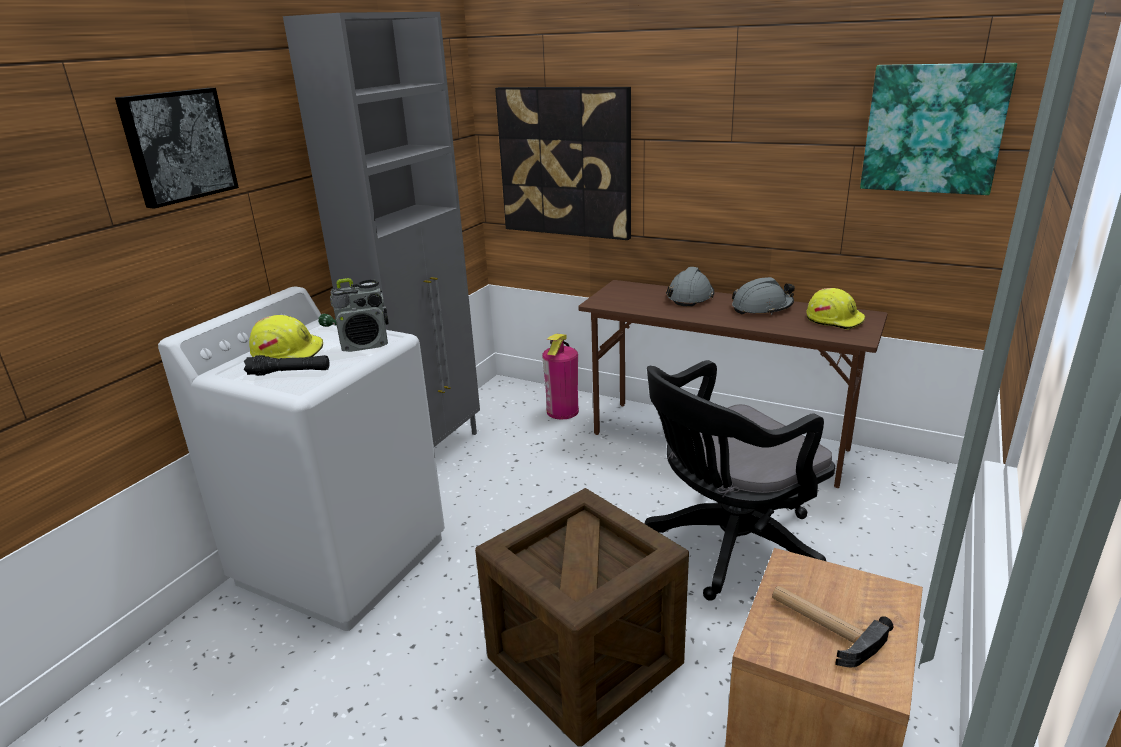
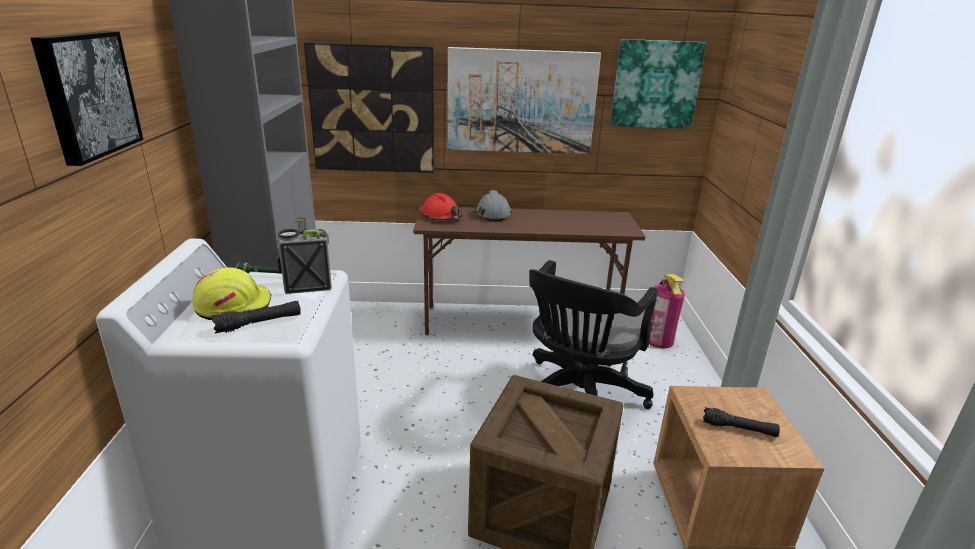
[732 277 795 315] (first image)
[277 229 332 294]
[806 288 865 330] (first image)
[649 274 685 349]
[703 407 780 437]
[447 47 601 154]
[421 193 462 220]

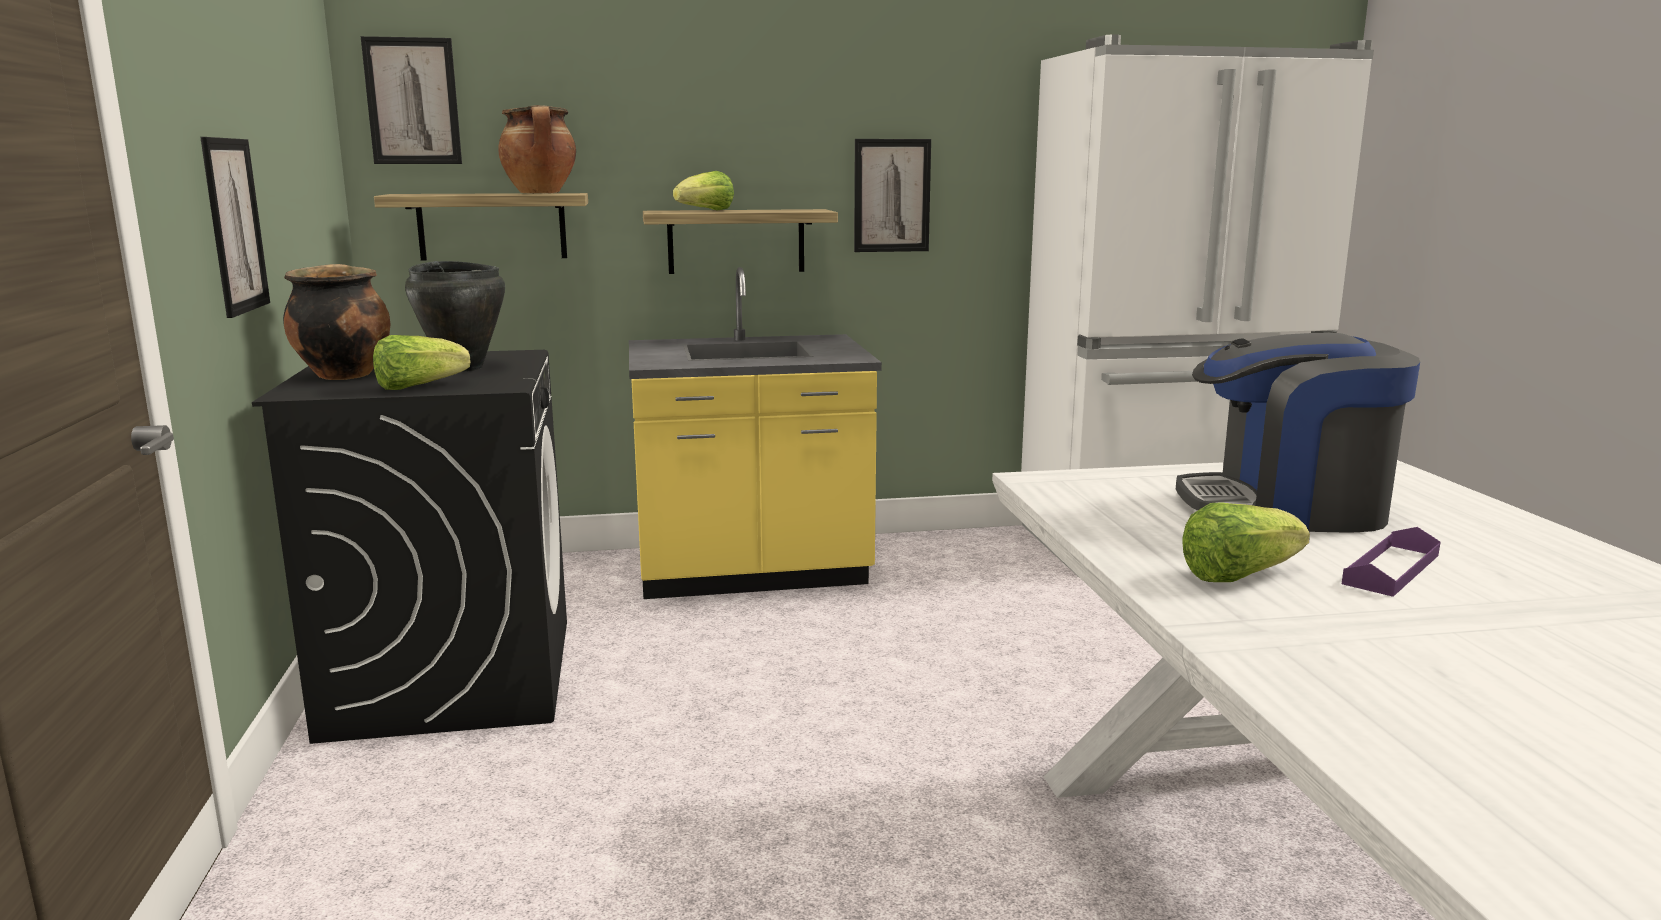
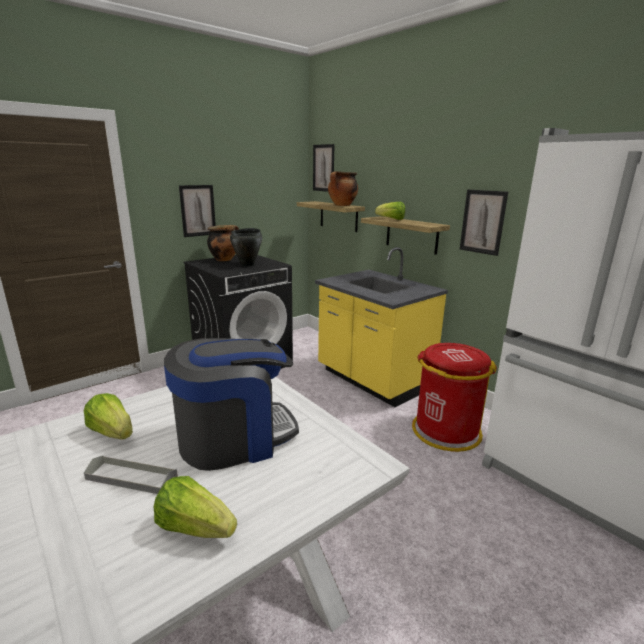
[164 338 299 471]
[154 476 237 538]
[84 456 178 494]
[412 343 497 452]

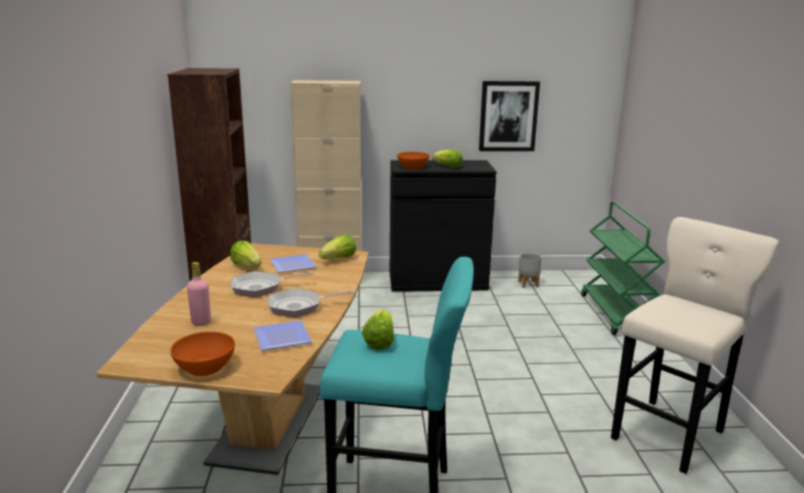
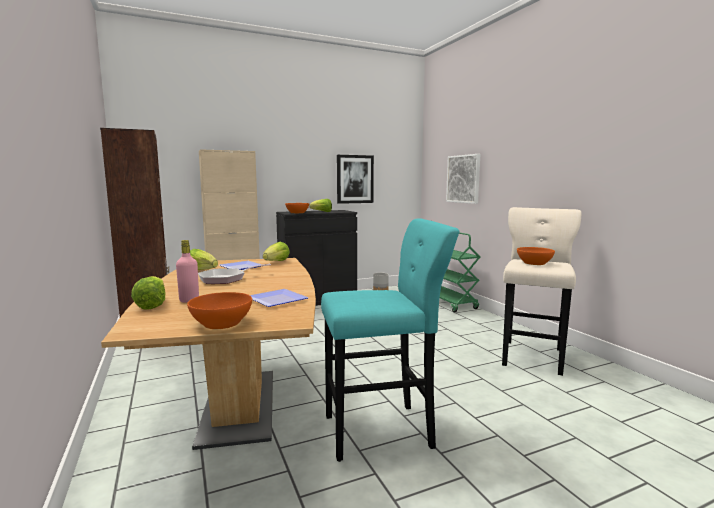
[268 288 356 317] (first image)
[131 276 165 310]
[446 154 480 204]
[517 247 555 265]

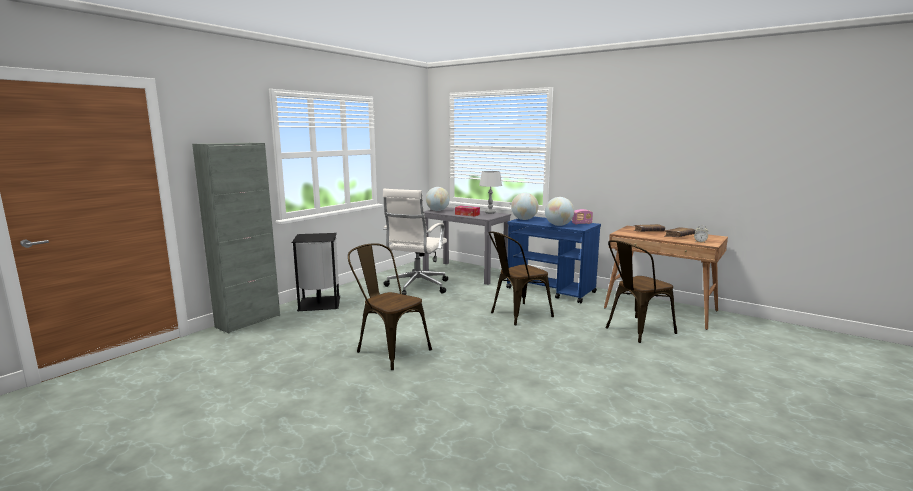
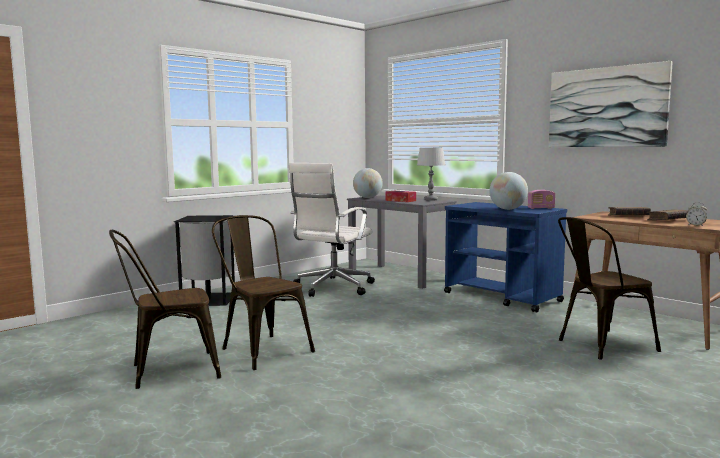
[192 143 280 333] (first image)
[511 193 538 220] (first image)
[109 230 221 389]
[549 61 673 147]

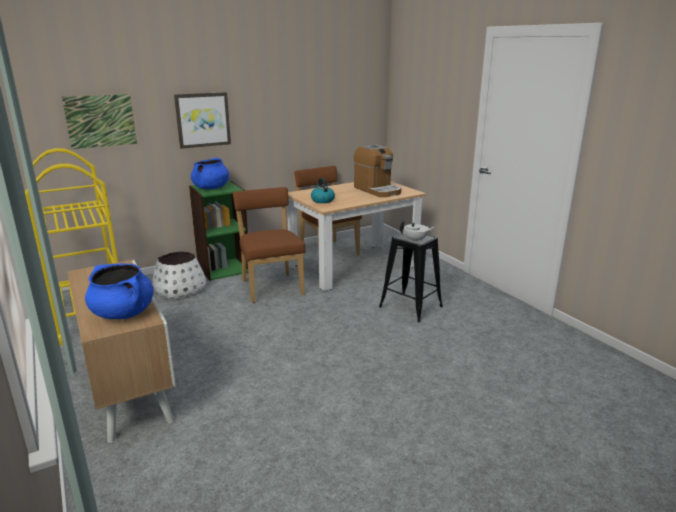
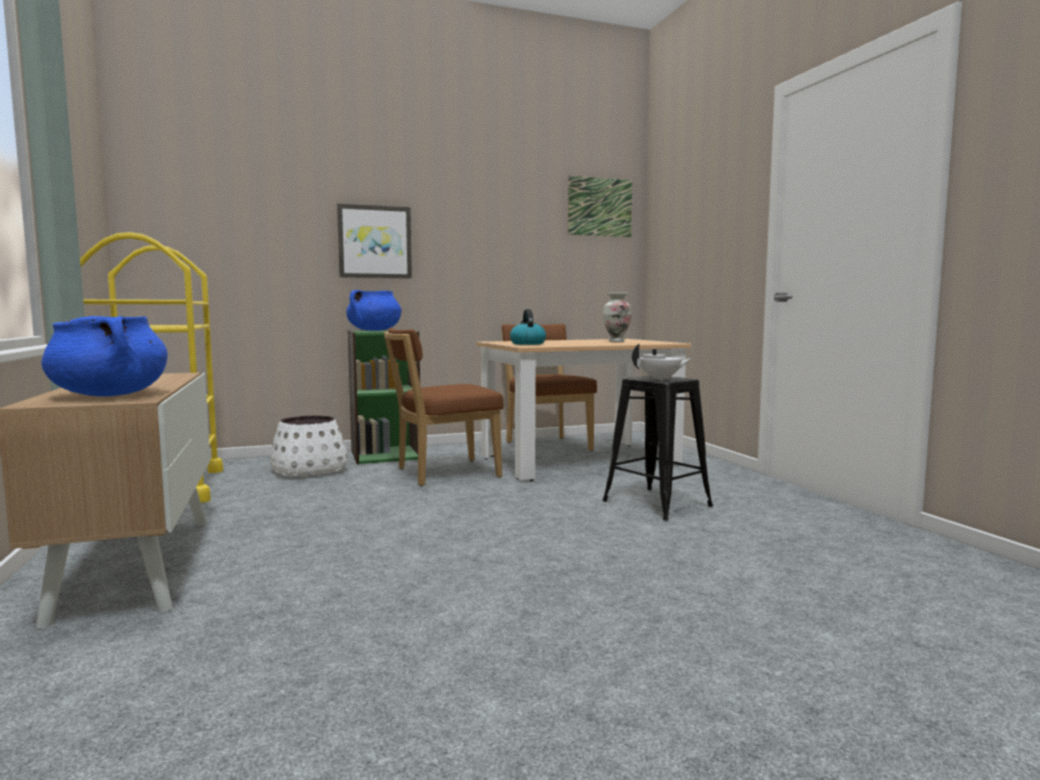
[568 176 632 237]
[603 292 632 342]
[384 327 504 486]

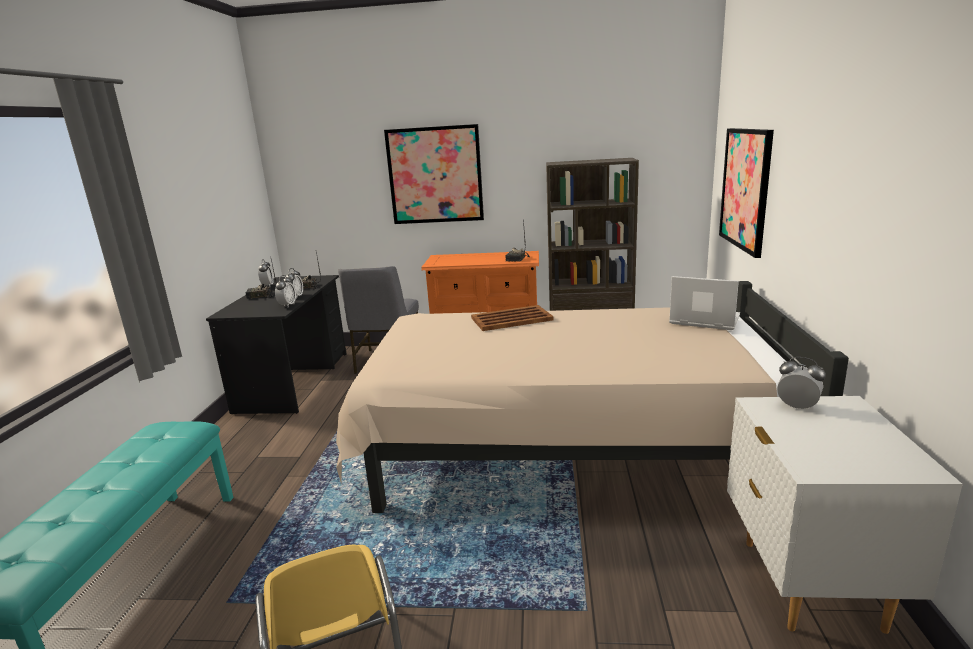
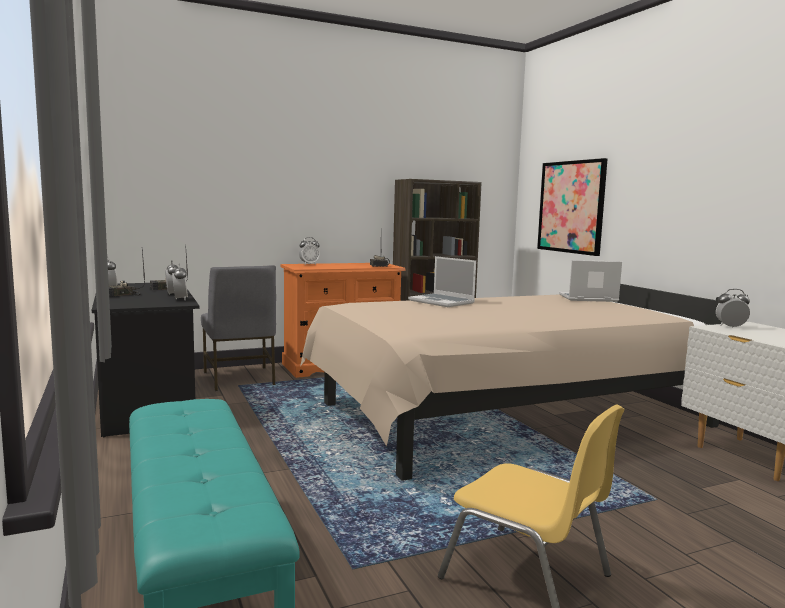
[384 124 484 224] (first image)
[408 256 476 307]
[299 237 320 264]

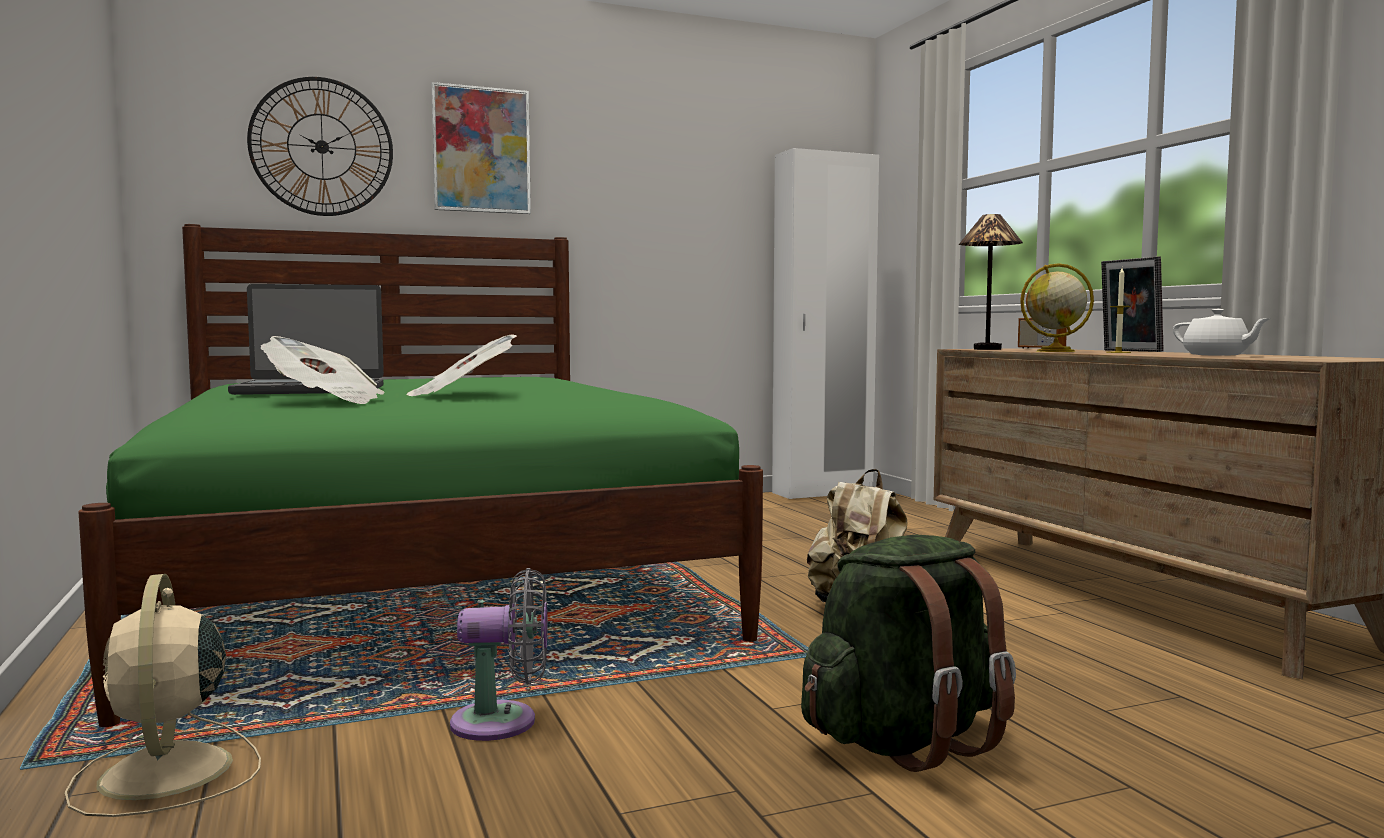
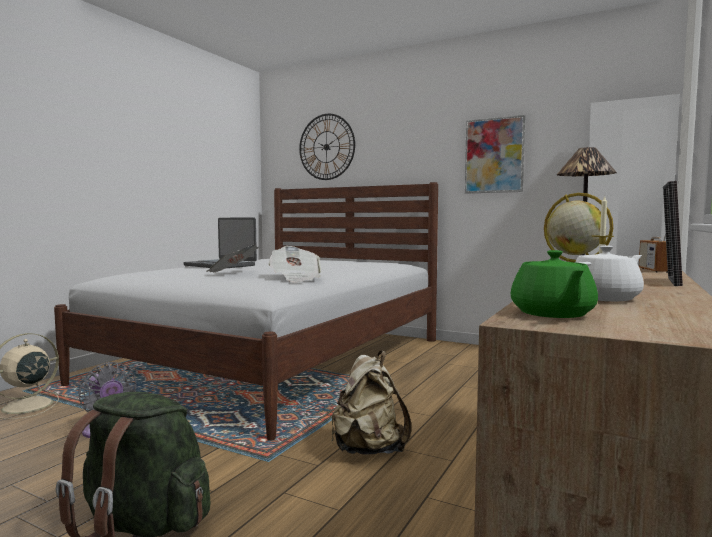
[465 115 525 194]
[54 182 438 440]
[575 245 644 301]
[268 246 321 282]
[511 250 598 318]

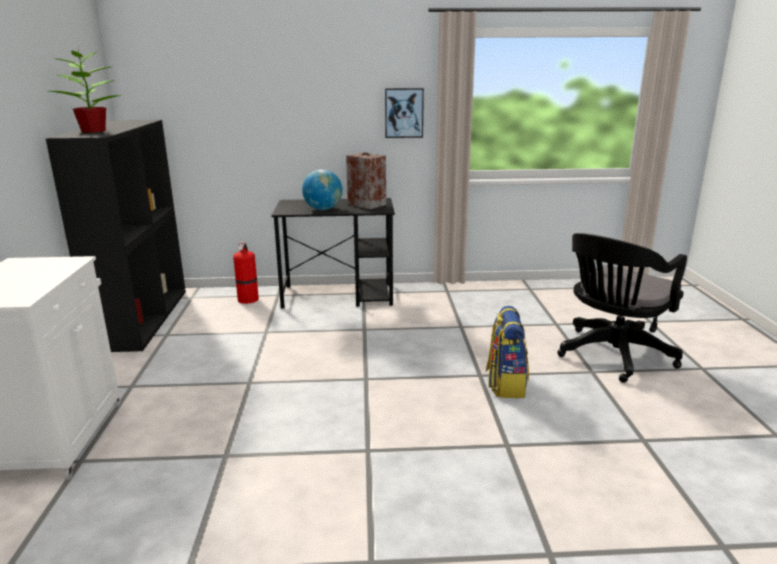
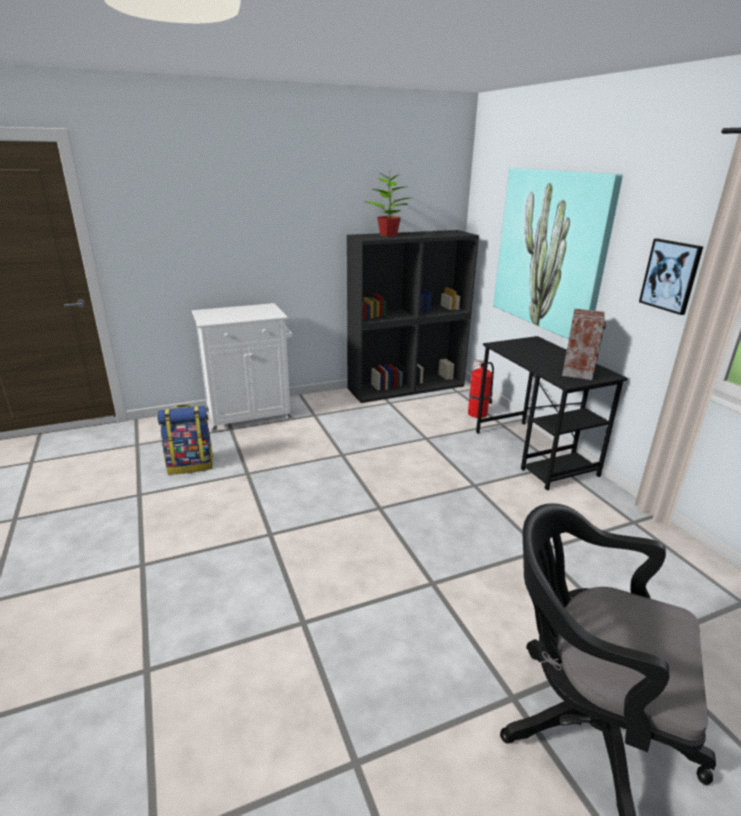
[302 169 343 210] (first image)
[157 405 213 475]
[493 168 623 339]

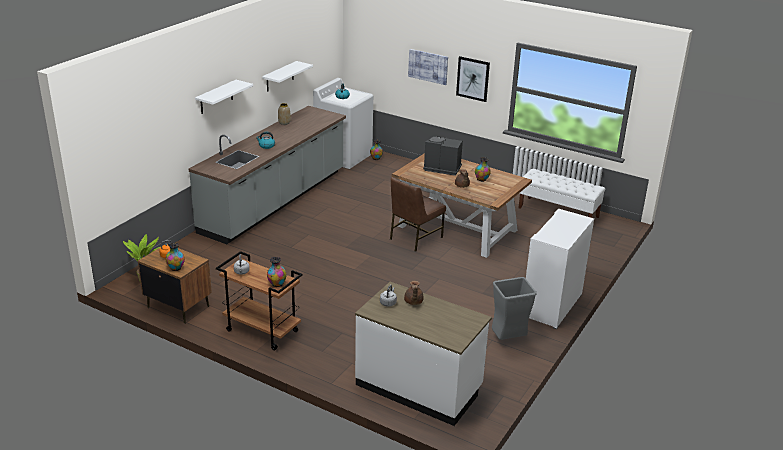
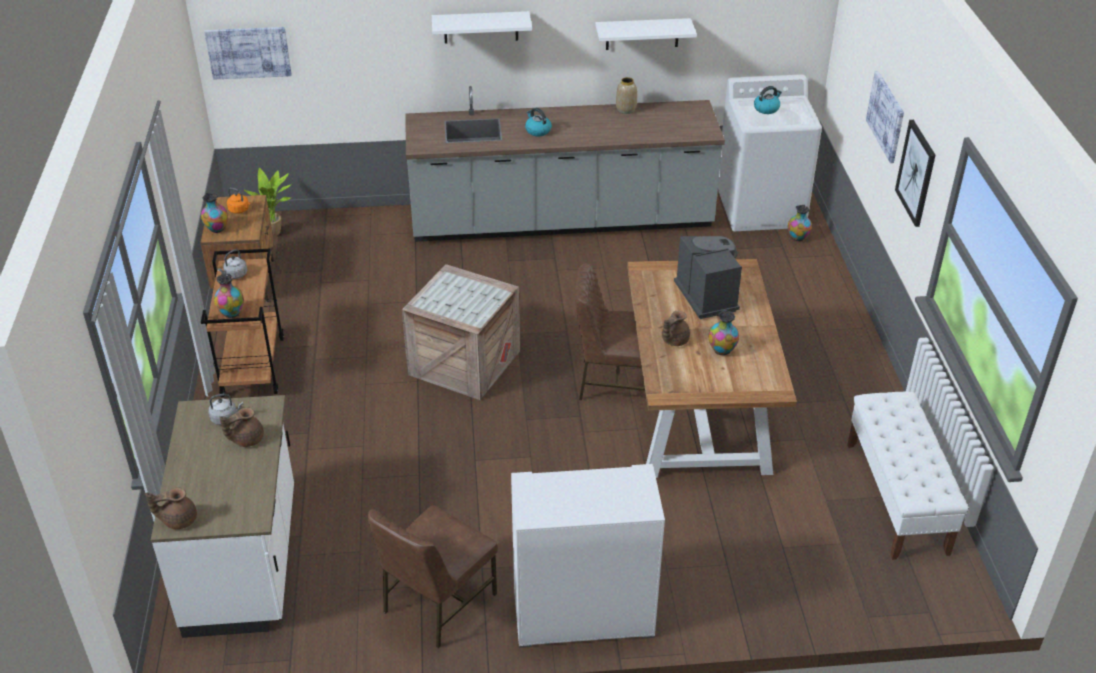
[368 505 498 648]
[204 27 292 79]
[402 264 520 400]
[145 487 197 529]

